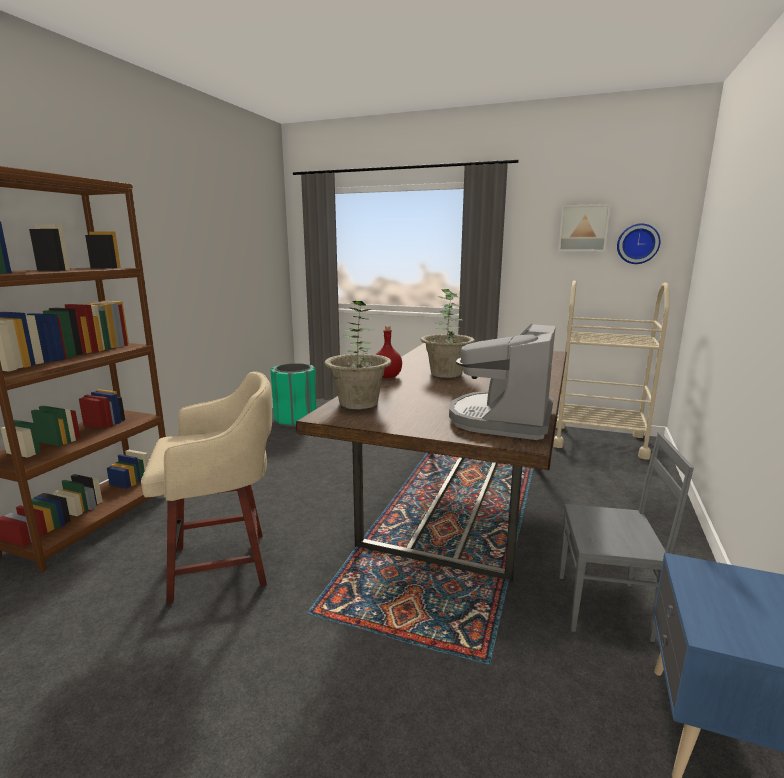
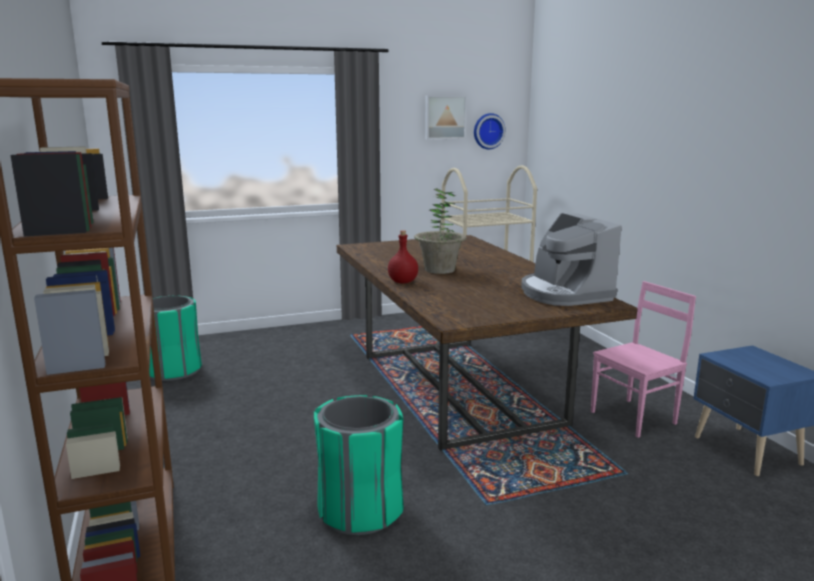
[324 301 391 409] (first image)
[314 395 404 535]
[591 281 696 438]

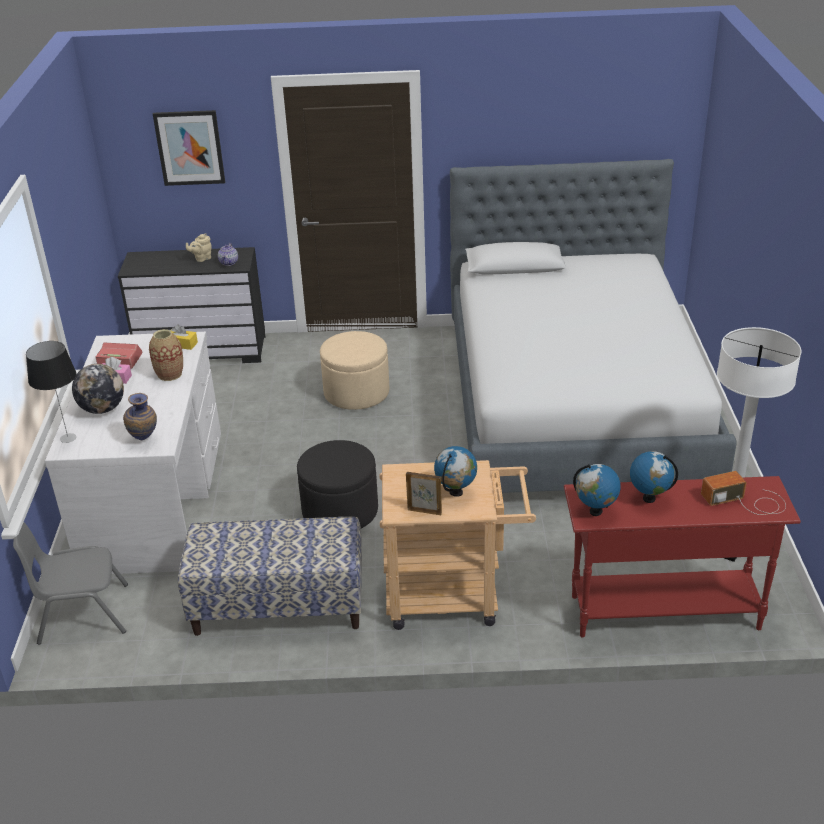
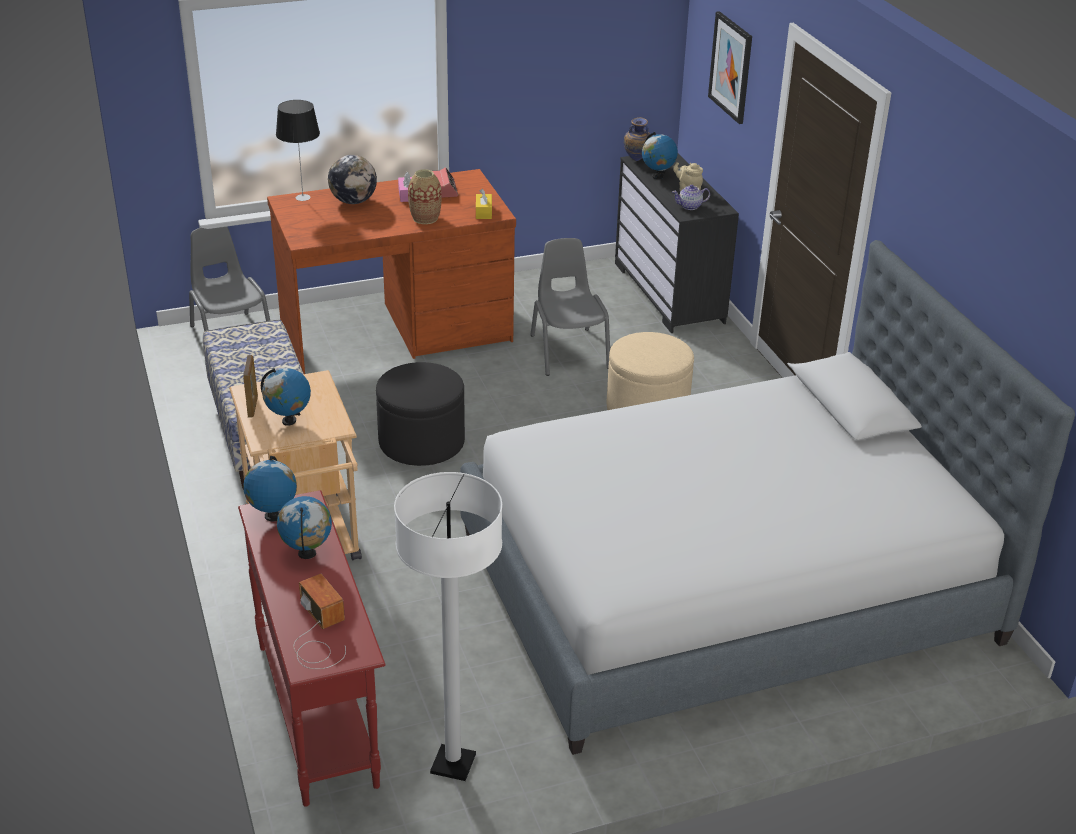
[267 169 516 374]
[624 117 652 161]
[642 132 678 179]
[530 238 610 376]

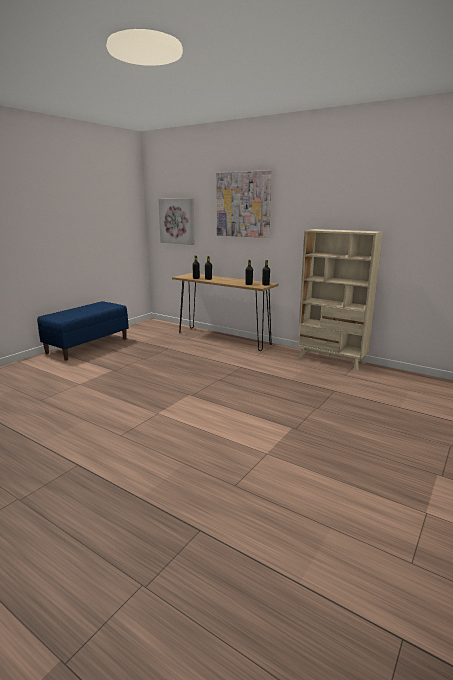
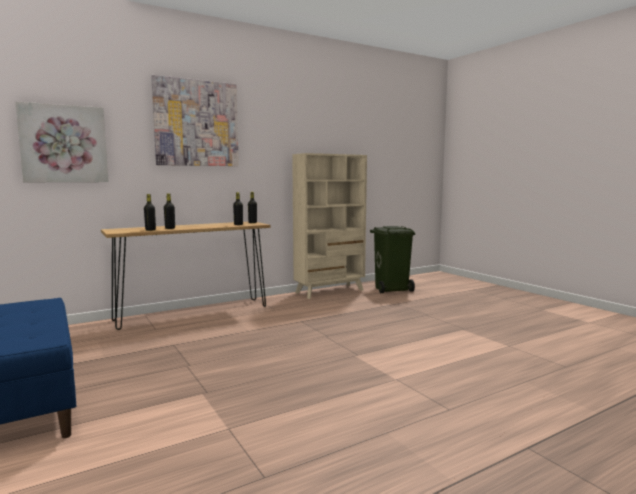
[370 226 415 293]

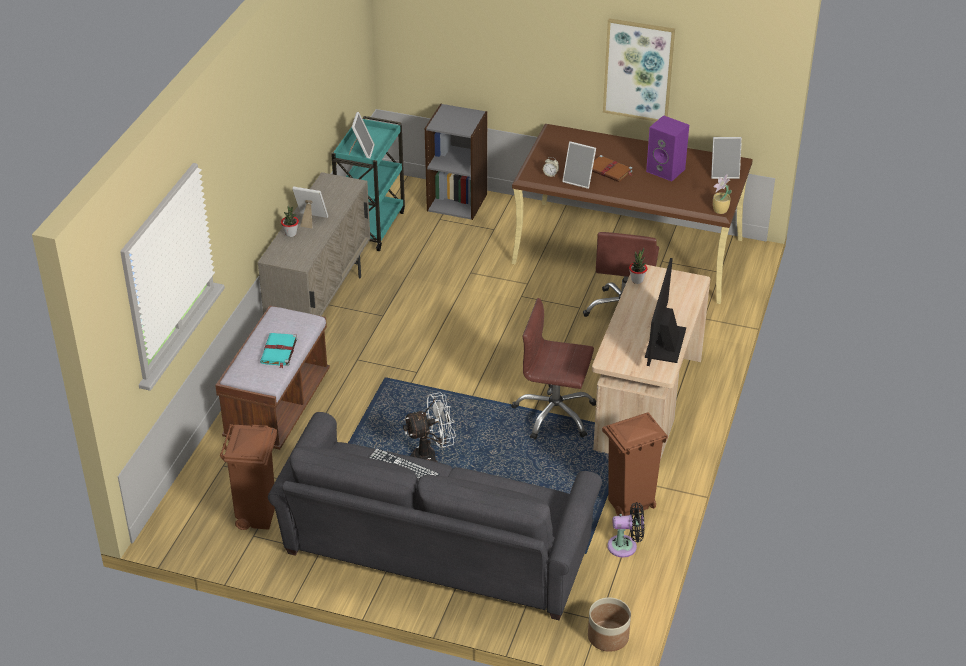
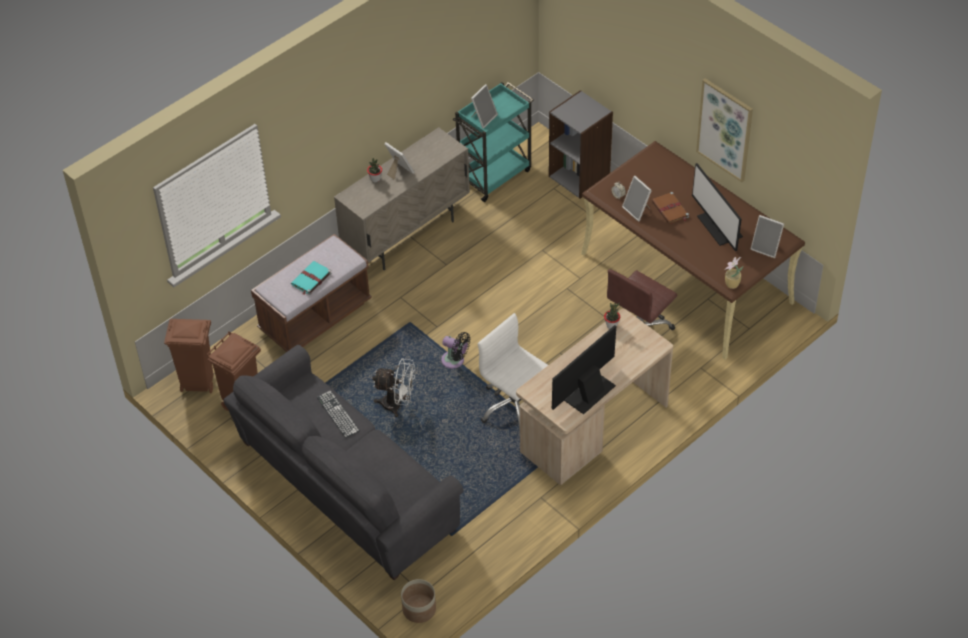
[692 163 743 251]
[478 313 548 429]
[164 319 214 393]
[441 332 470 369]

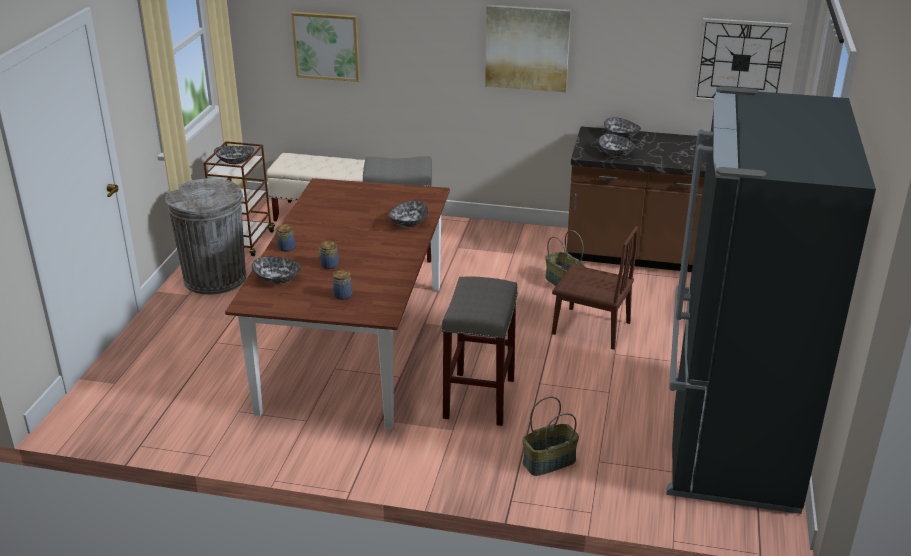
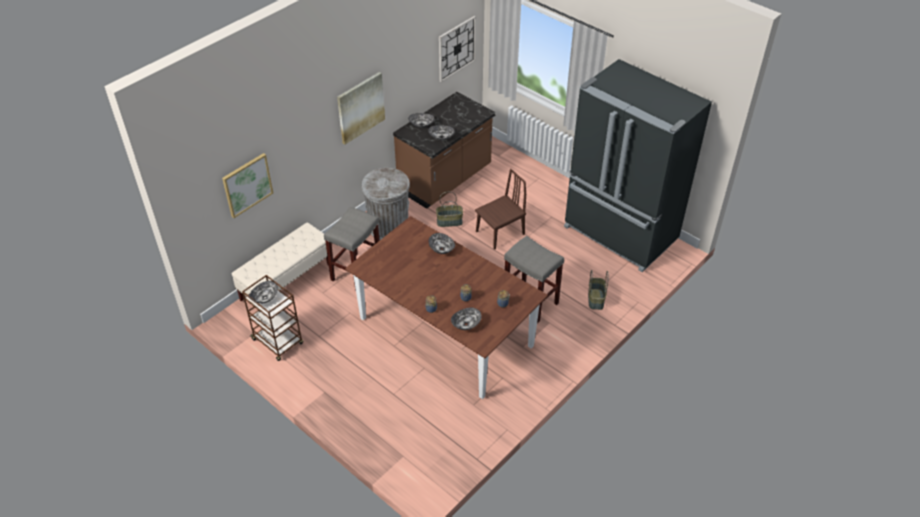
[362 168 410 240]

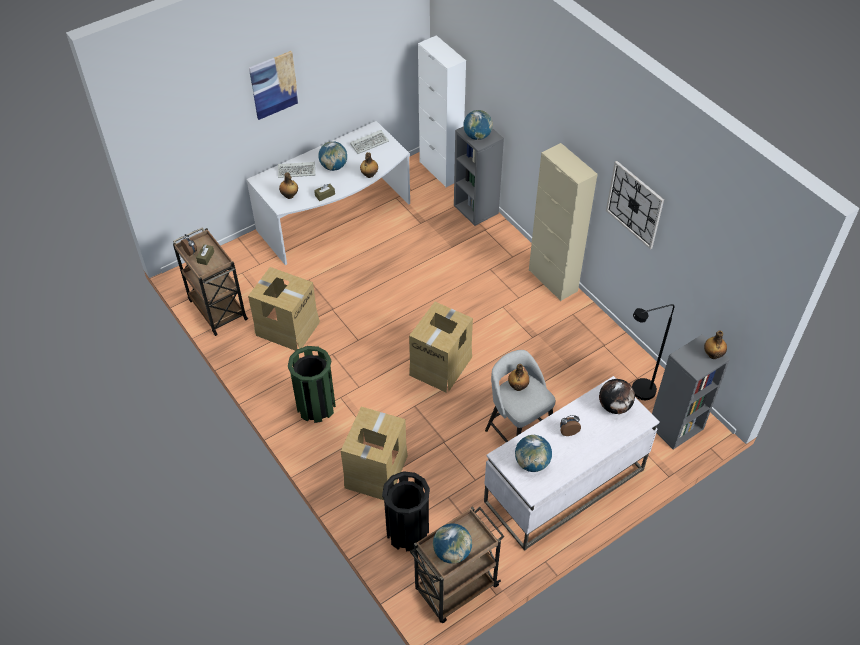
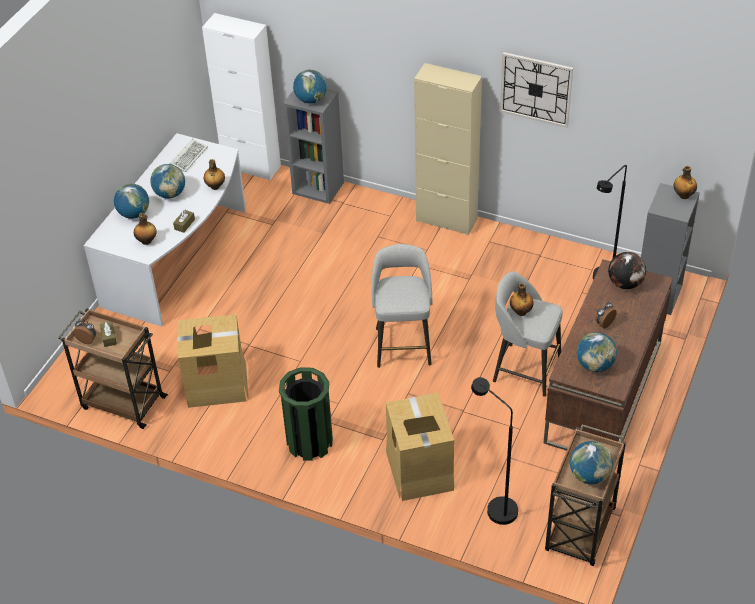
[249 51 299 120] (first image)
[114 184 149 219]
[372 244 432 368]
[543 259 673 451]
[471 377 518 525]

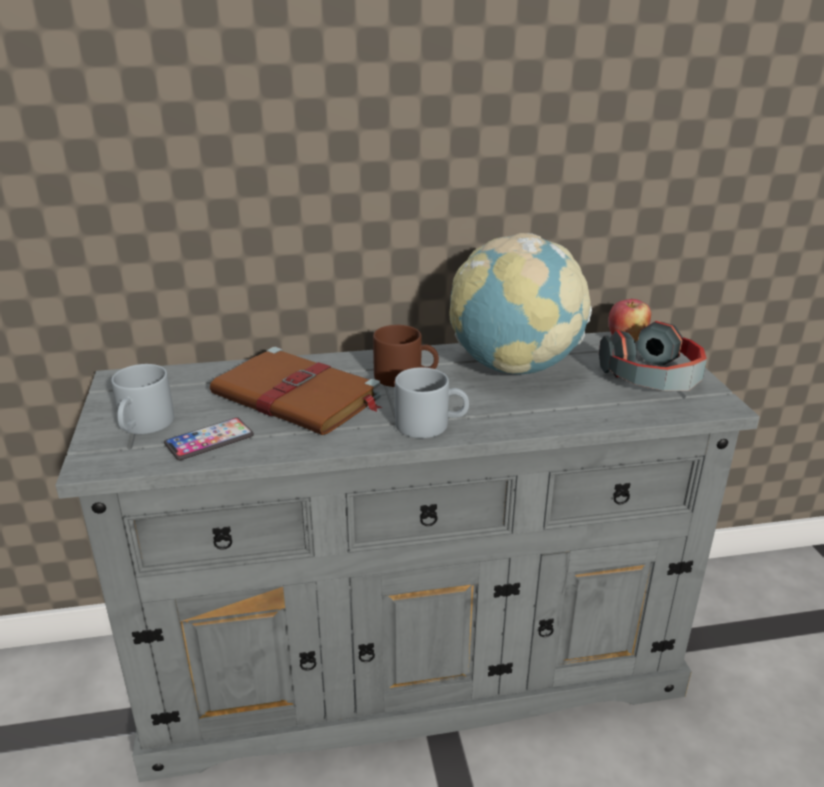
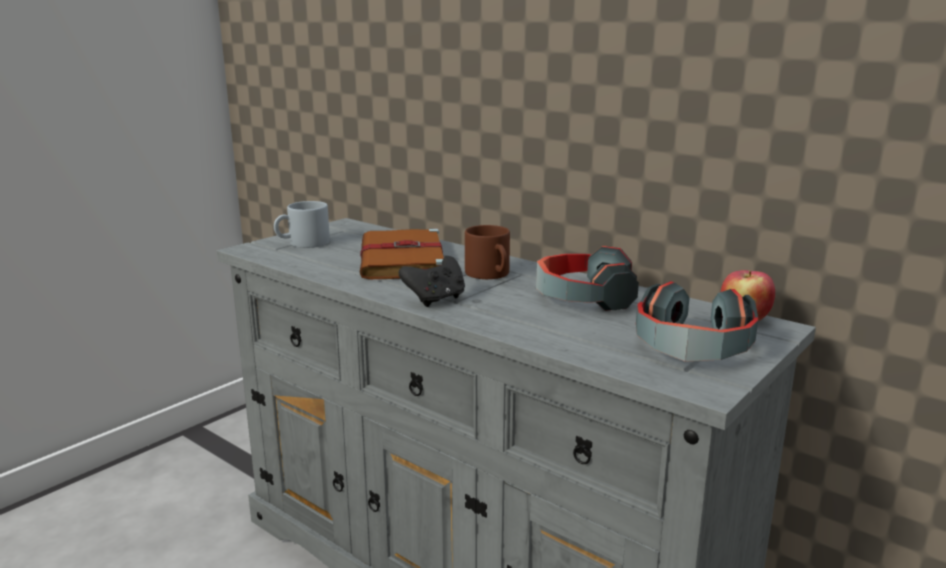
[536 246 639 311]
[399 256 465 307]
[164 417 254 460] (first image)

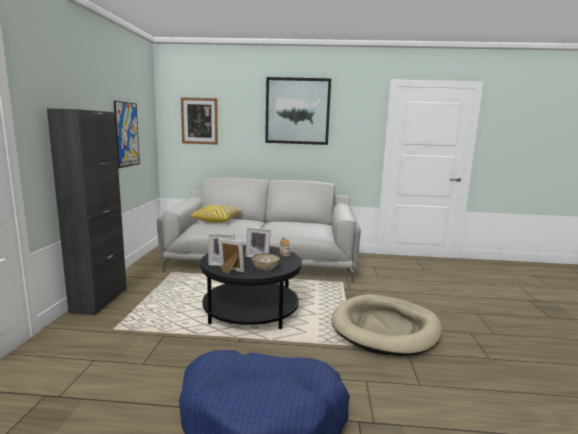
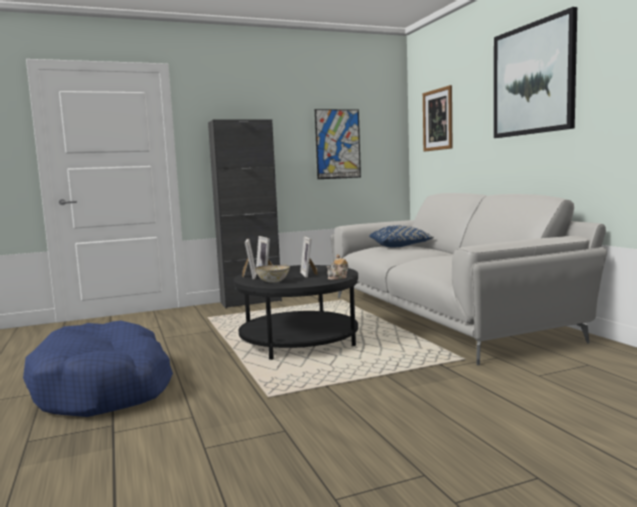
[369 225 434 247]
[331 294 442 356] (first image)

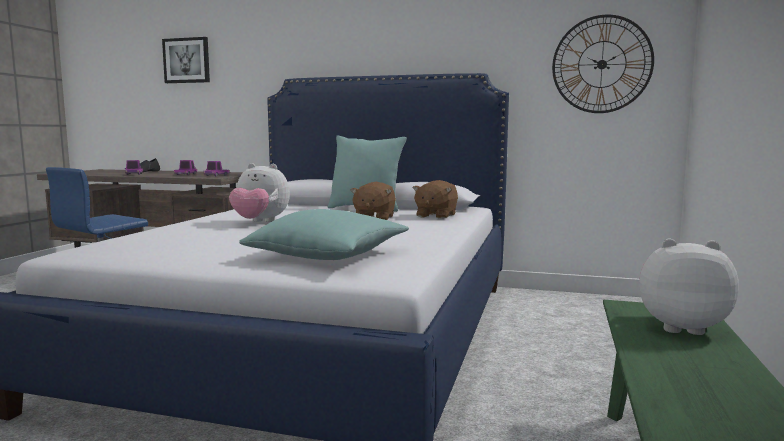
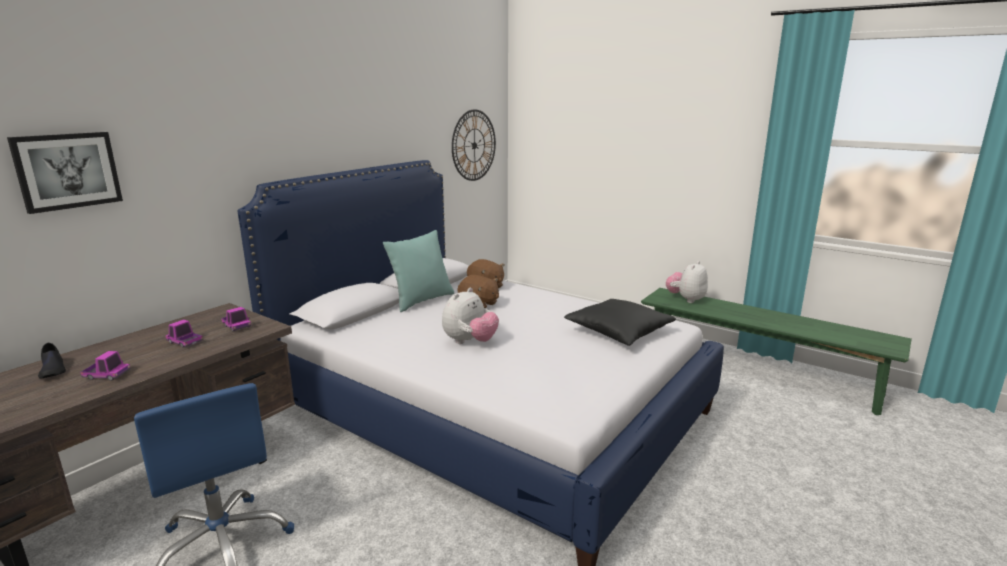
[564 299 676 346]

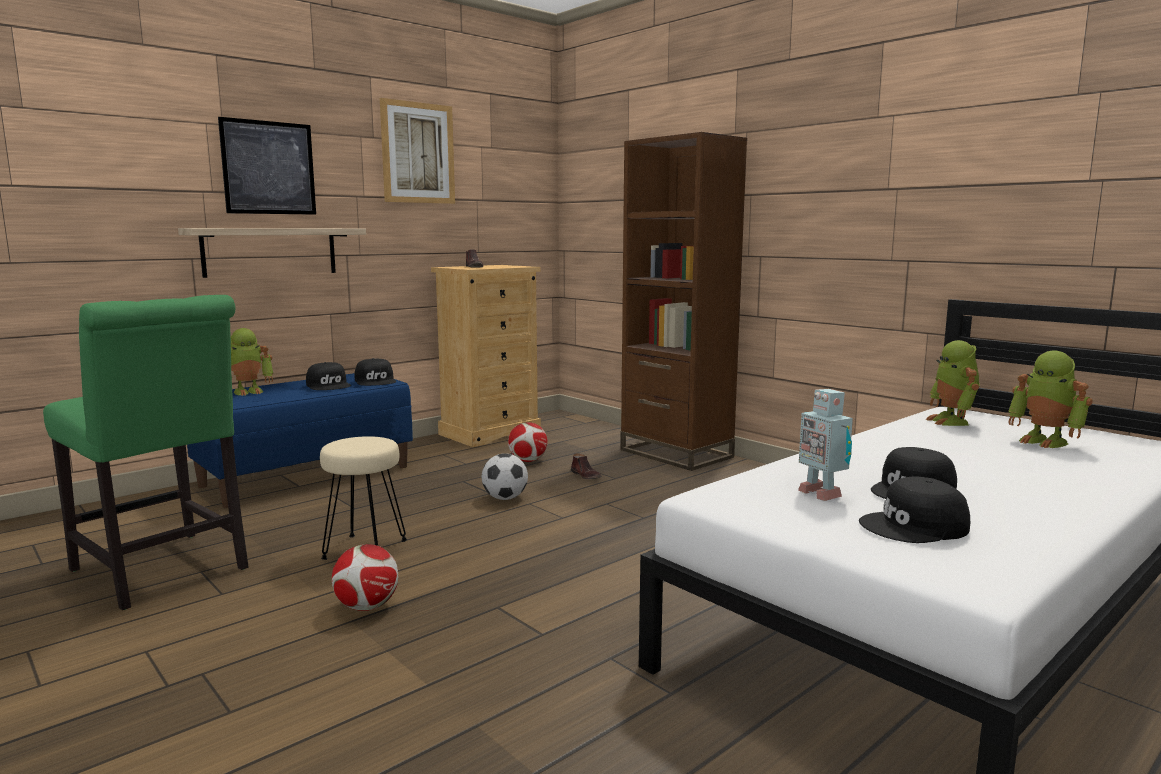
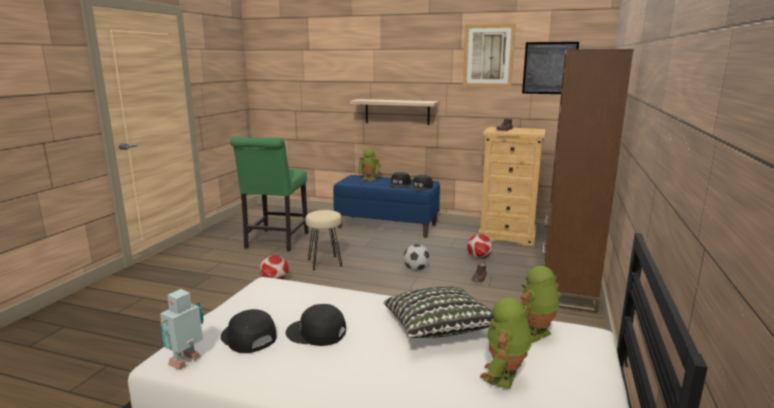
[522 42 579 94]
[160 289 203 370]
[384 286 493 338]

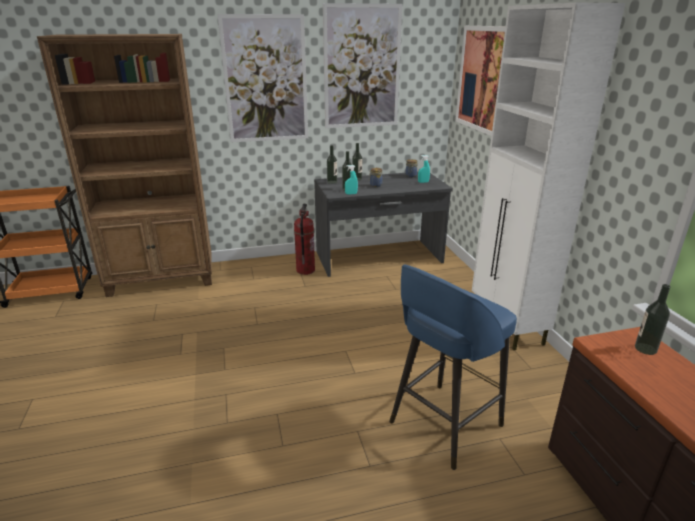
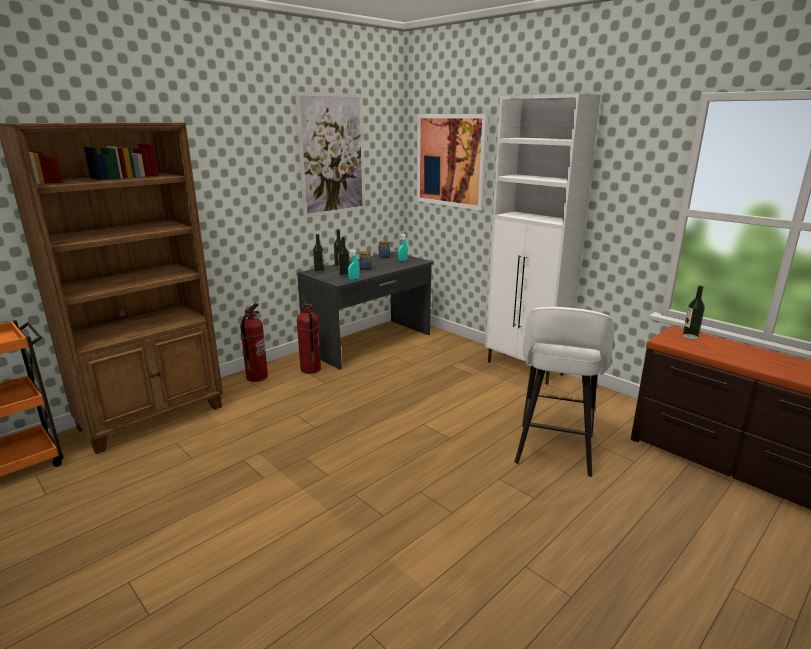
[218 14 308 142] (first image)
[514 307 614 477]
[240 303 268 382]

